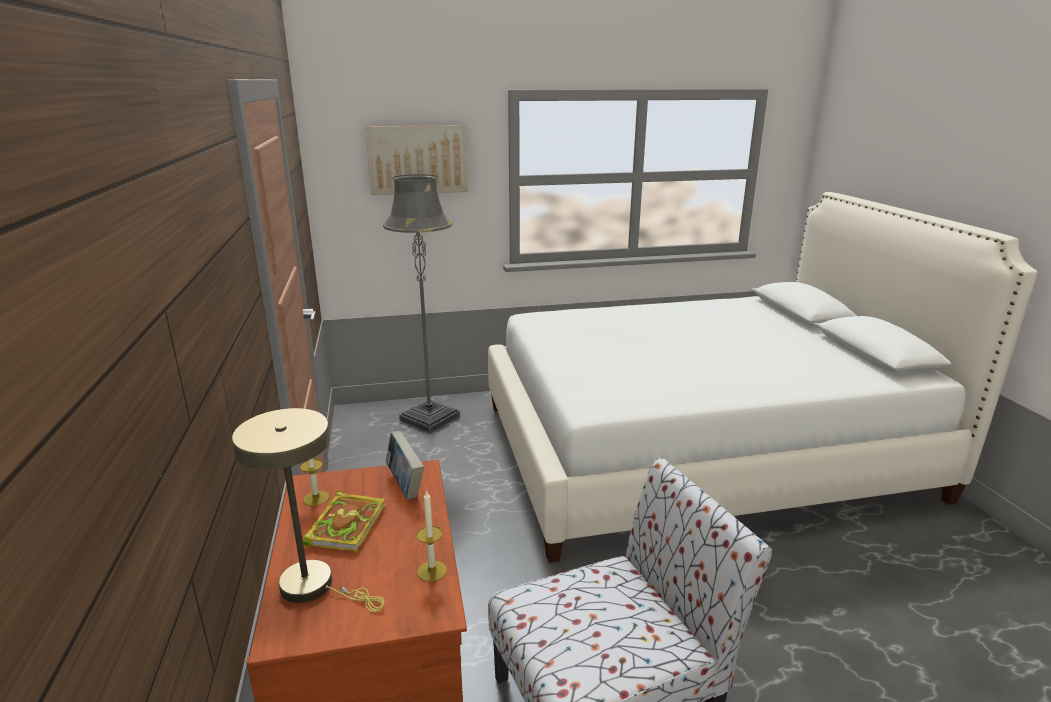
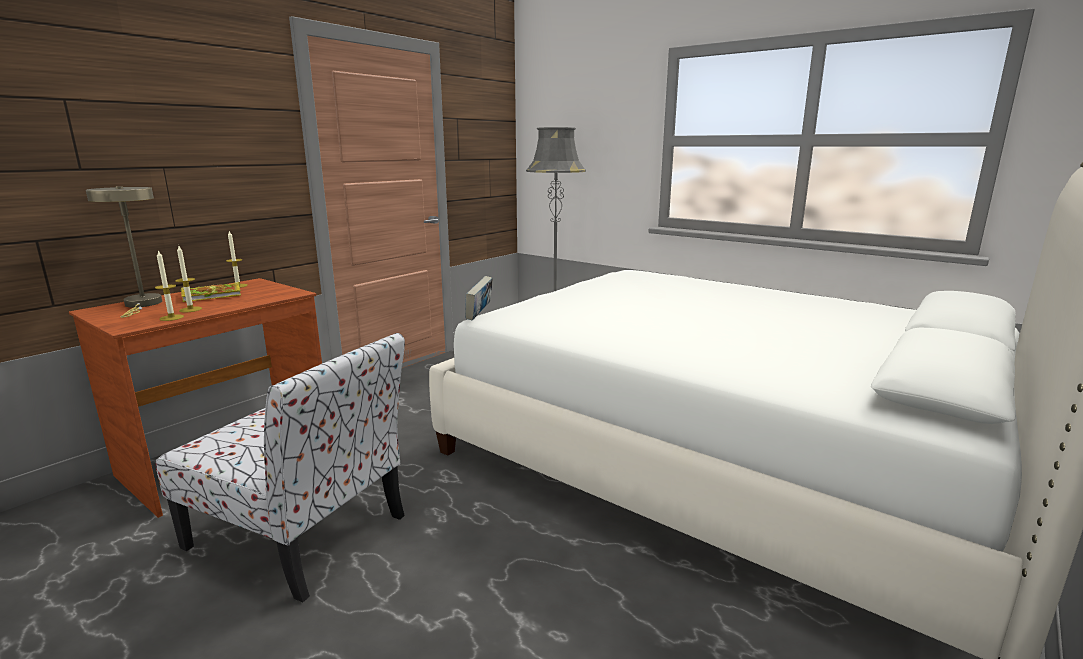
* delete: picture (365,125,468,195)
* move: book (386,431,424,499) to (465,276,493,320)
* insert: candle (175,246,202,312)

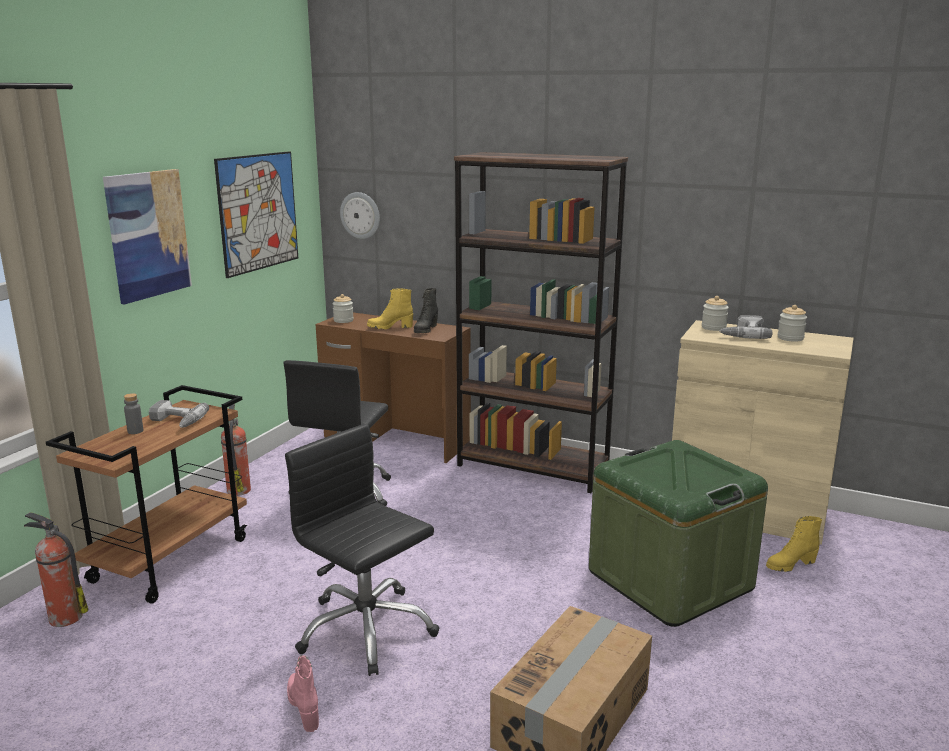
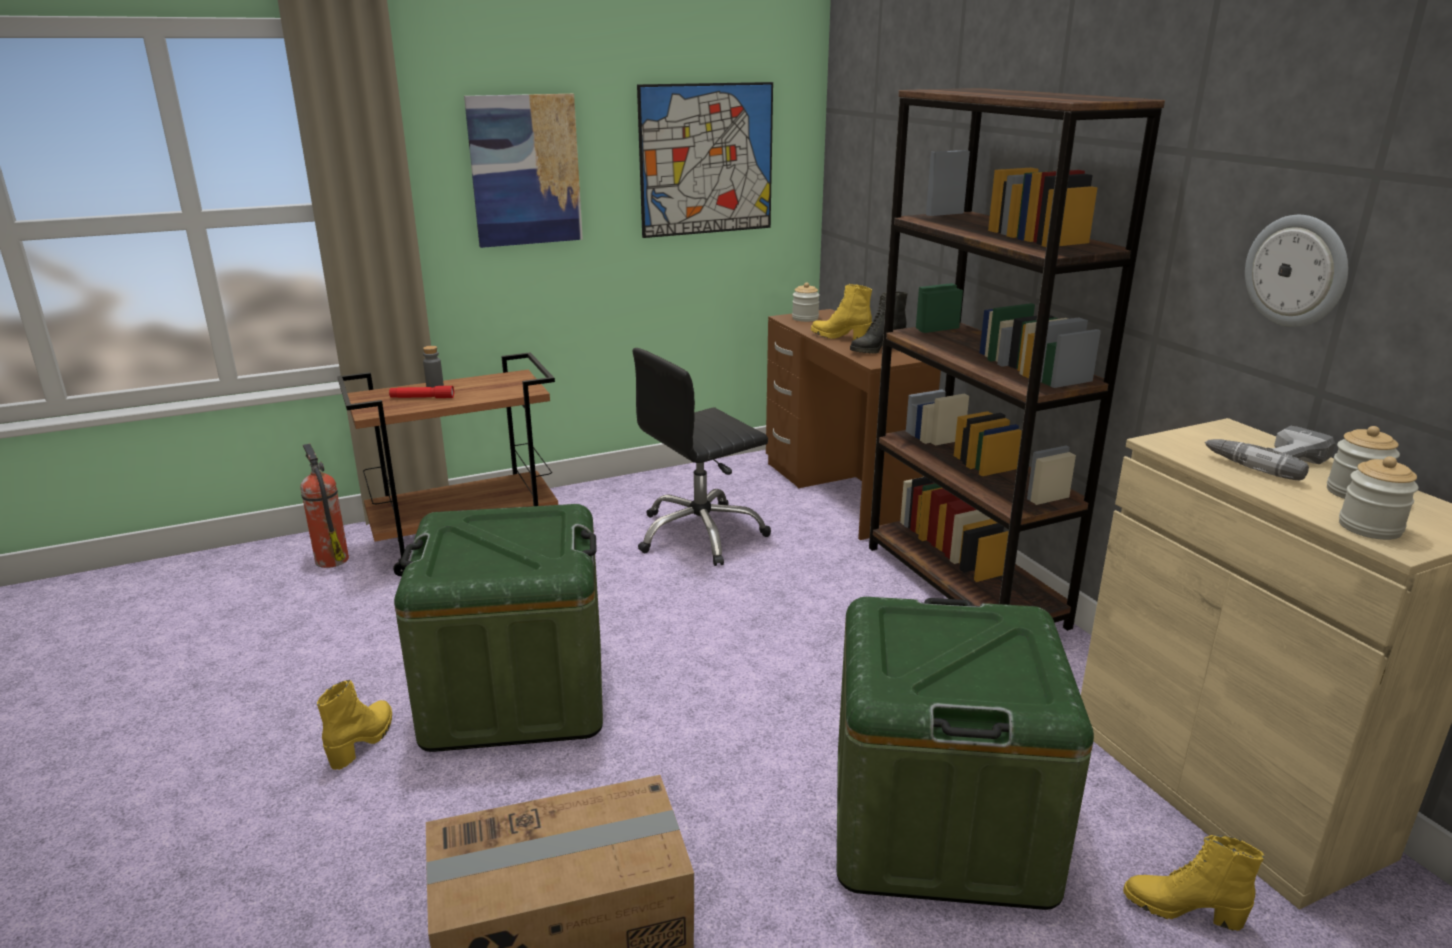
* move: wall clock (340,192,380,239) to (1245,215,1348,327)
* move: jar (702,296,729,331) to (1339,456,1419,540)
* delete: power drill (149,400,209,428)
* delete: fire extinguisher (221,404,251,496)
* replace: office chair (black) (285,424,439,676) to storage box (green) (394,504,603,752)
* recolor: boot (pink) (287,655,319,732) to boot (yellow) (317,680,392,770)
* insert: flashlight (red) (389,386,454,398)

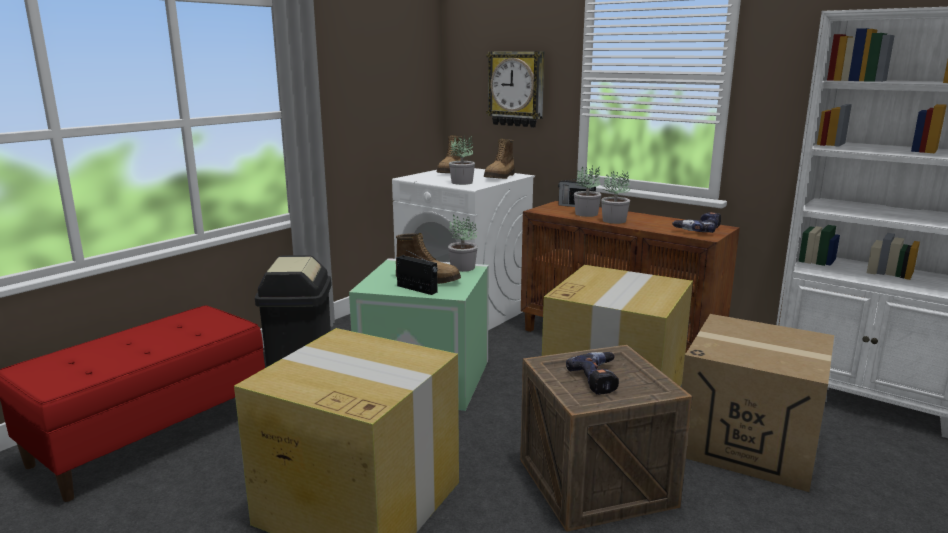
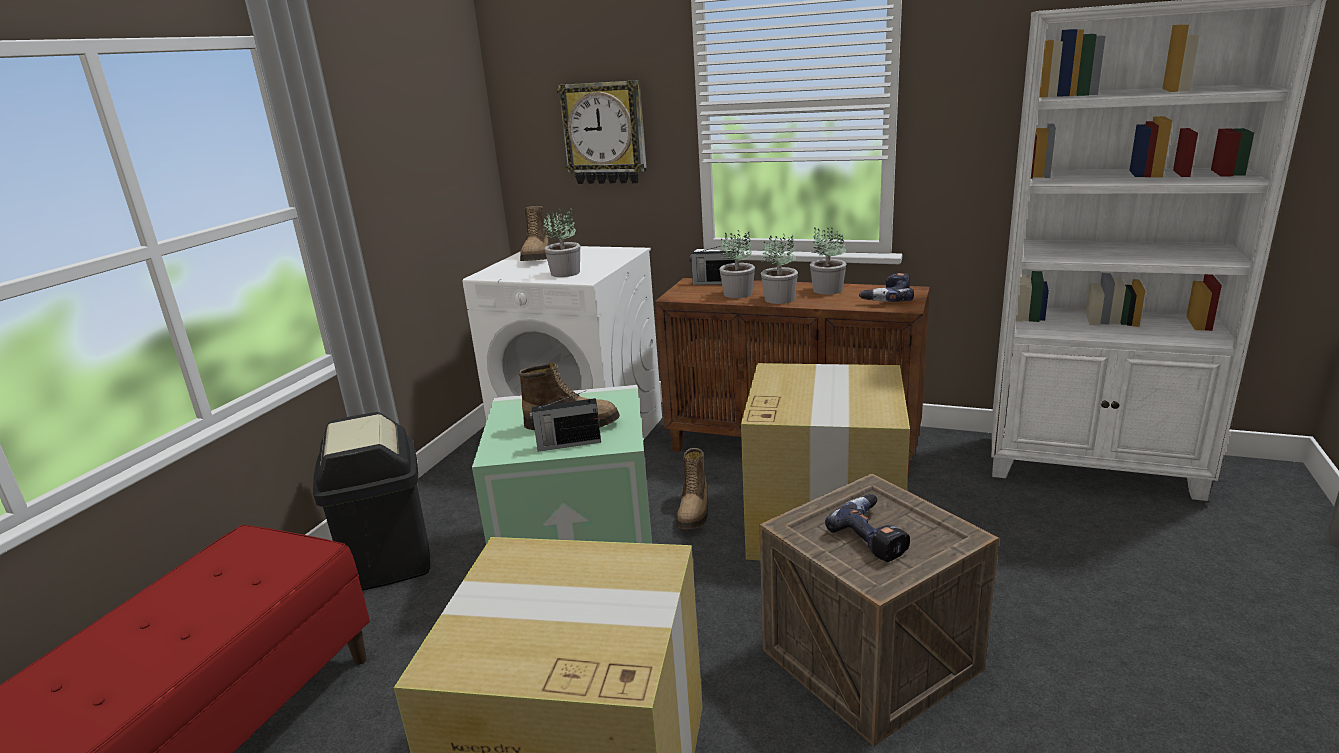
* move: boot (484,139,515,179) to (676,448,708,529)
* move: potted plant (448,215,478,272) to (810,227,846,295)
* rotate: radio (396,249,438,295) = (530,391,601,451) 150 degrees clockwise
* delete: cardboard box (682,314,834,492)

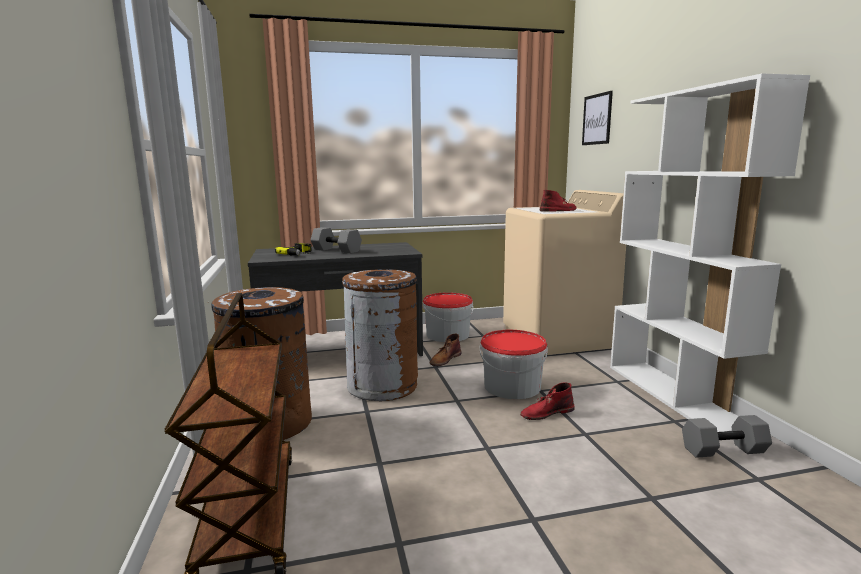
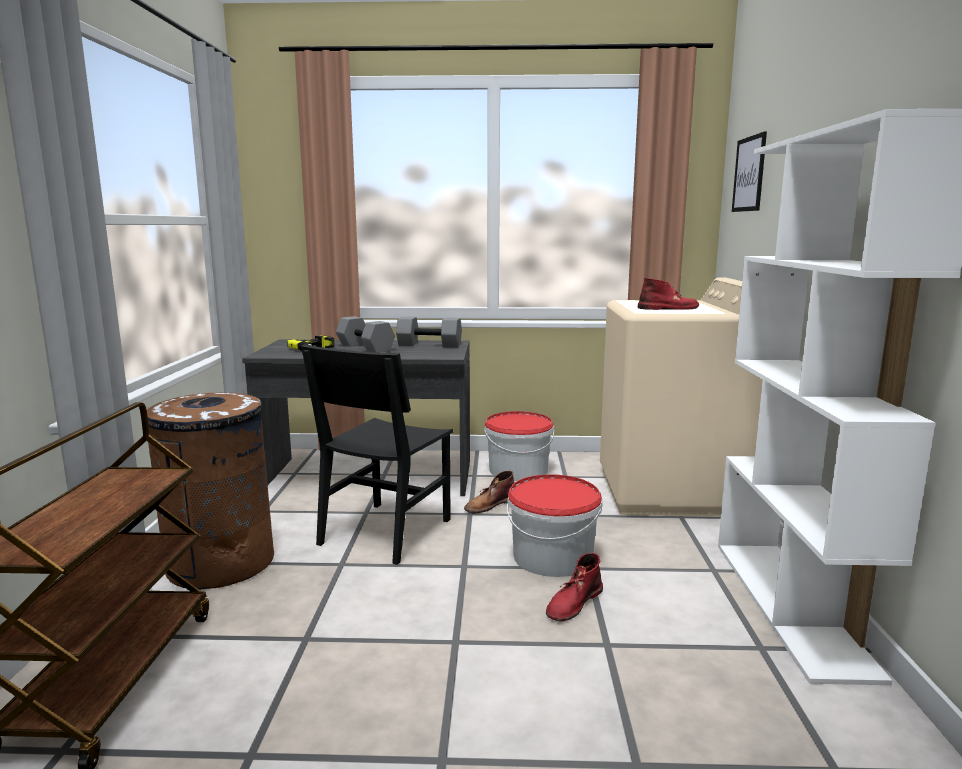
* replace: trash can (brown) (342,269,418,401) to chair (black) (300,344,453,565)
* rotate: boot (red) (520,382,574,420) = (546,553,603,622) 45 degrees counterclockwise
* move: dumbbell (grey) (682,415,772,458) to (396,316,462,347)

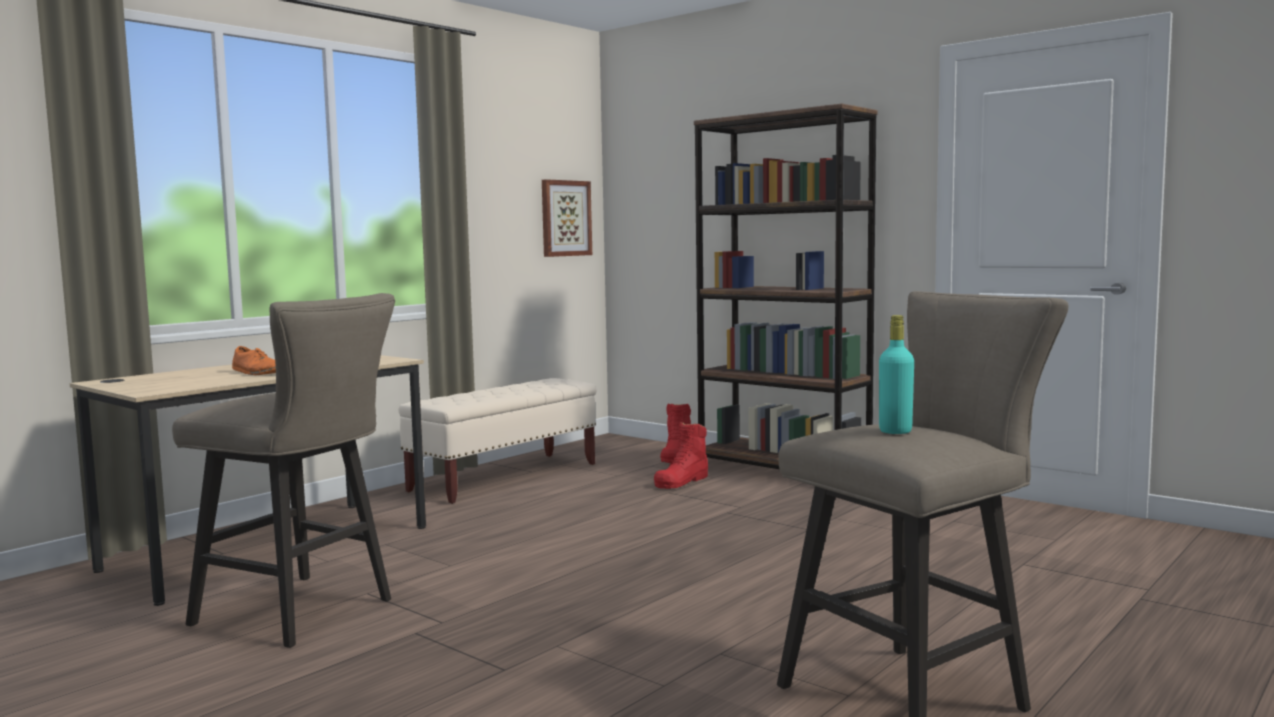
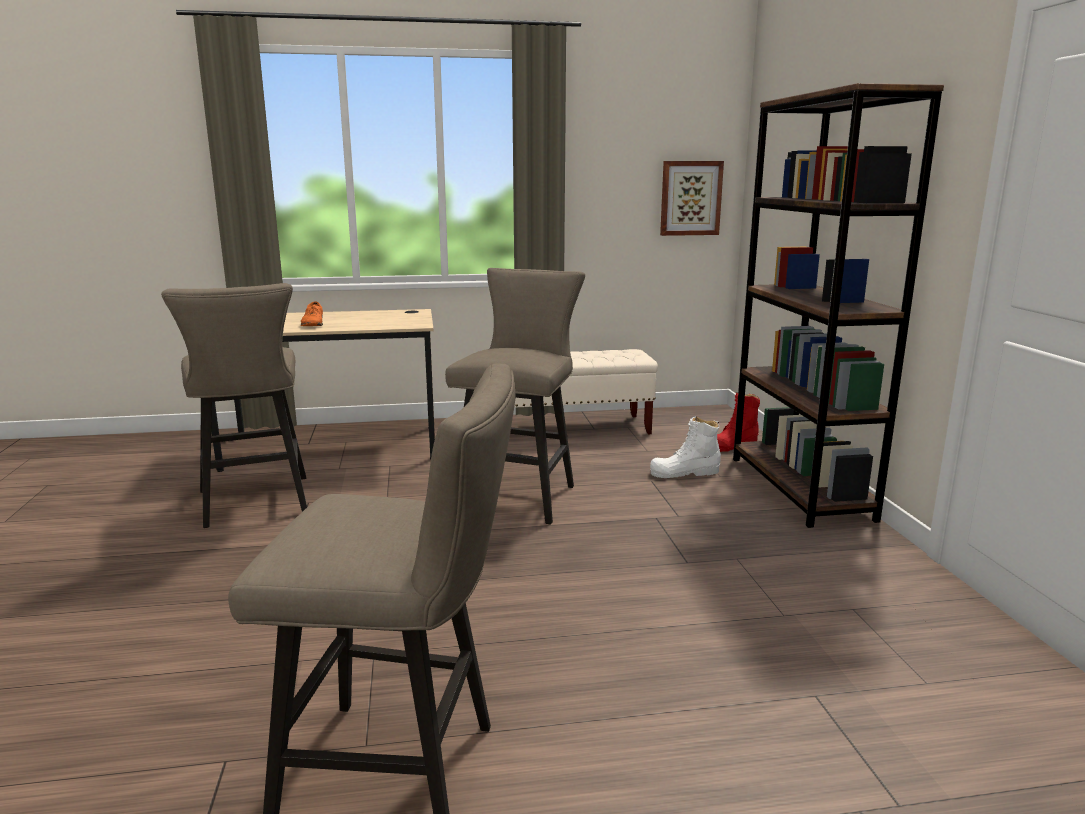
* delete: bottle (turquoise) (879,315,914,434)
* recolor: boot (red) (654,422,708,489) to boot (white) (650,416,721,478)
* insert: stool (beige) (445,268,585,524)

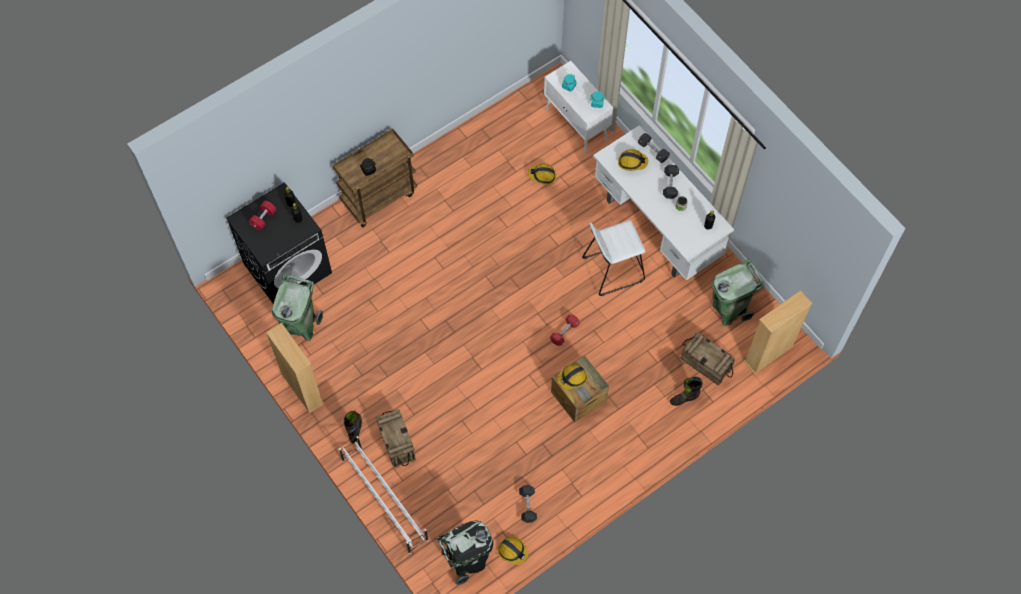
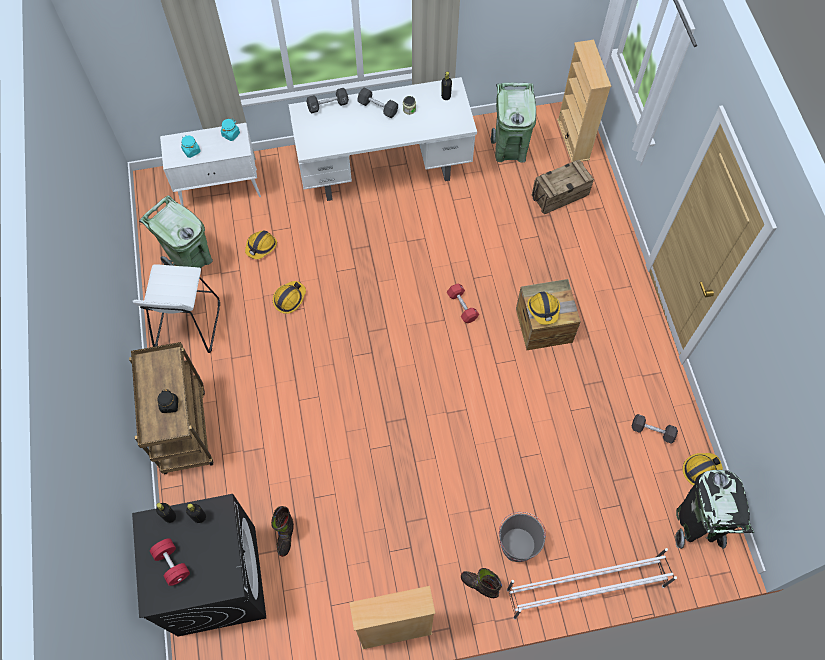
* move: hard hat (618,149,648,171) to (273,281,306,314)
* move: stool (white) (582,220,646,296) to (132,264,220,353)
* move: trash can (green) (272,275,323,341) to (139,195,213,268)
* move: boot (black) (670,376,703,406) to (271,506,294,557)
* replace: crate (375,409,416,468) to bucket (grey) (499,512,546,562)

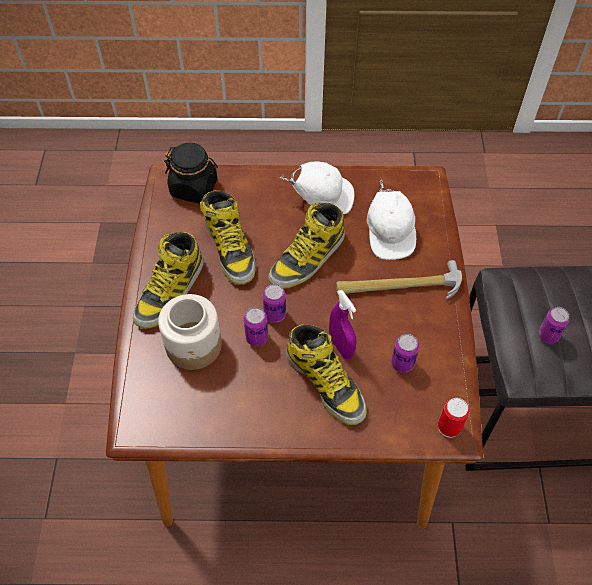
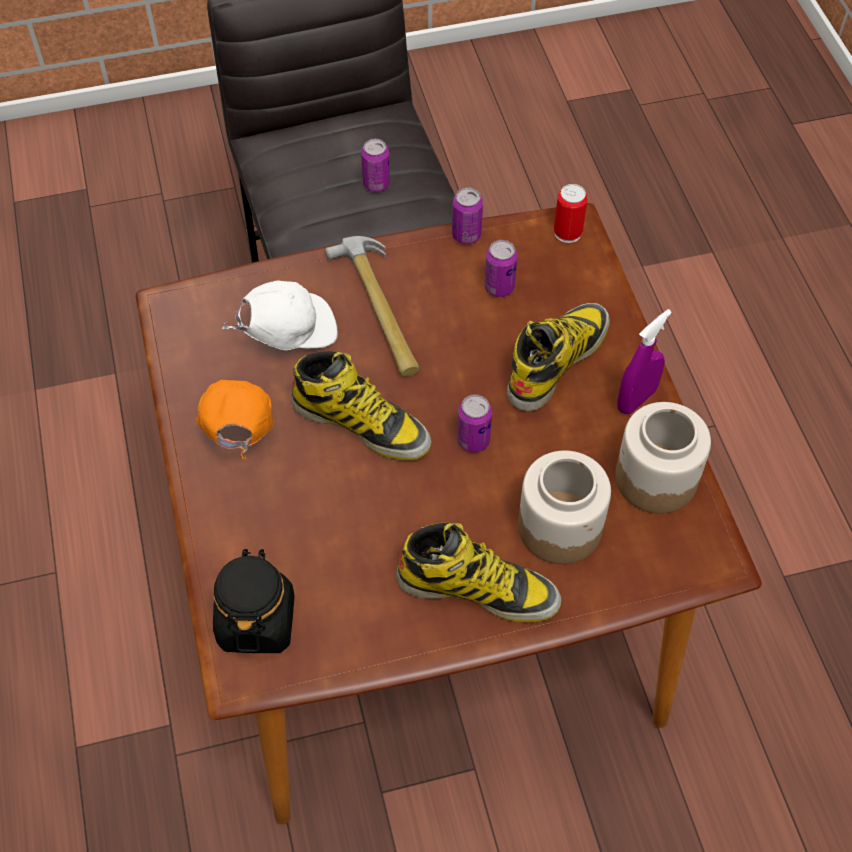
* recolor: cap (white) (280,161,354,214) to cap (orange) (196,380,274,459)
* delete: boot (200,191,255,285)
* move: spray bottle (purple) (329,290,357,359) to (617,309,672,414)
* move: can (244,307,268,346) to (452,187,483,244)
* insert: jar (615,402,711,514)

